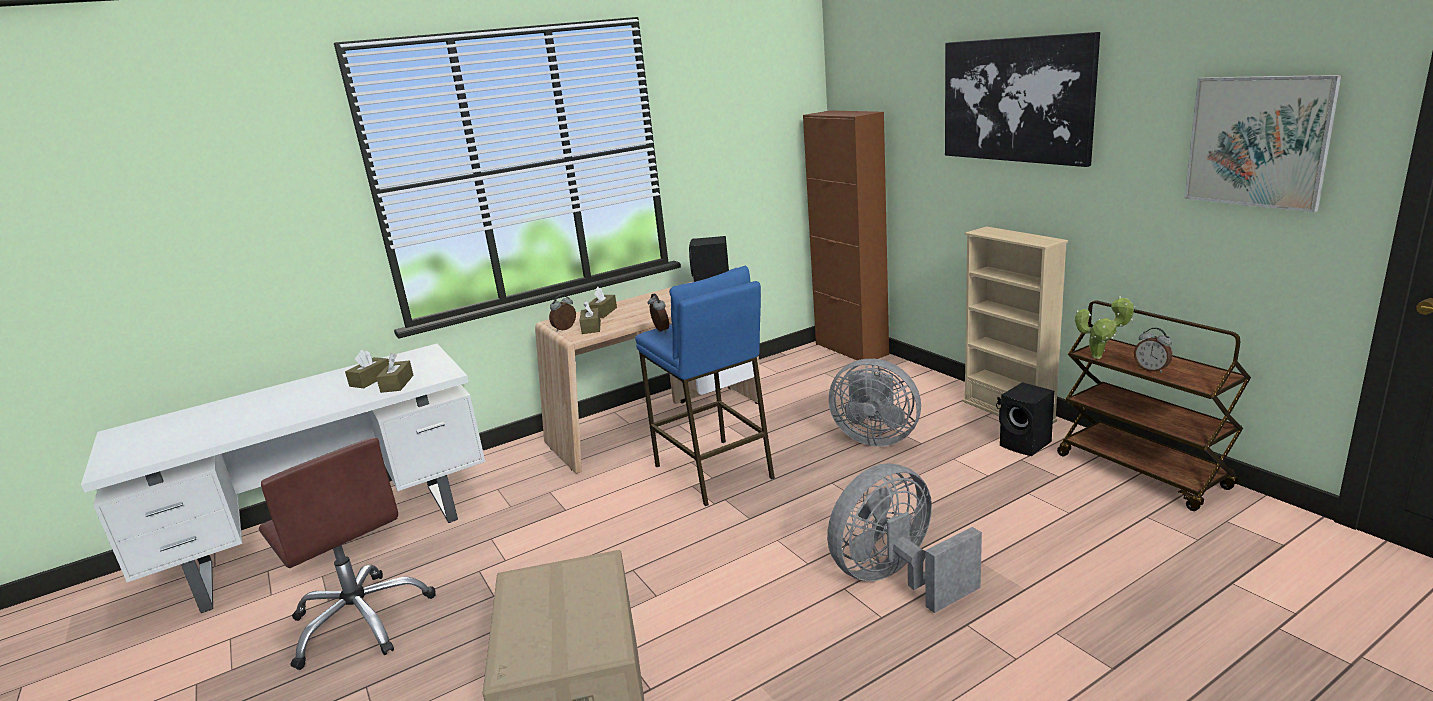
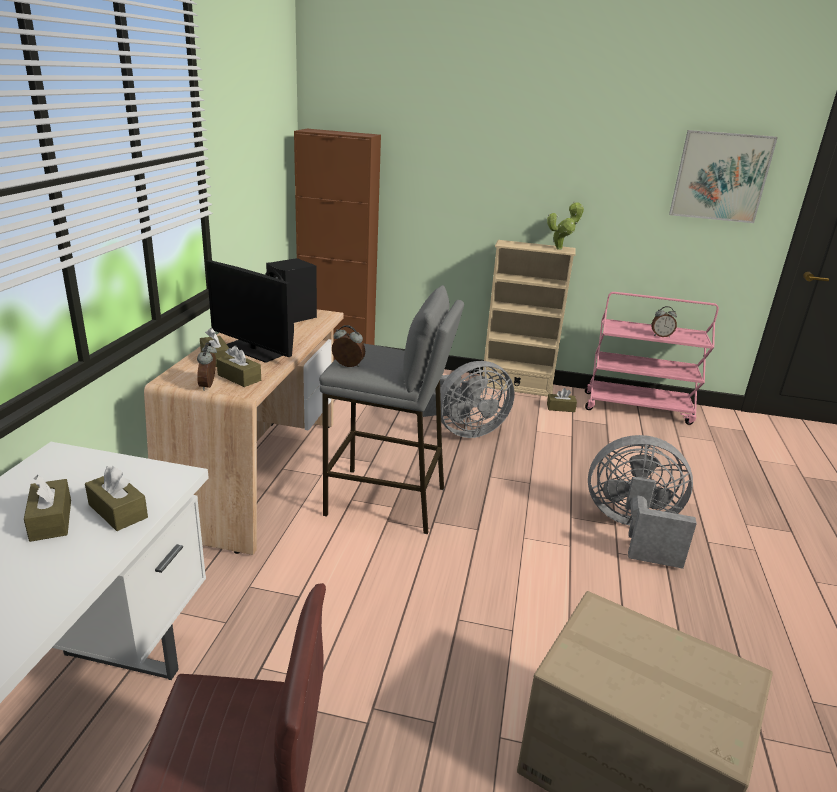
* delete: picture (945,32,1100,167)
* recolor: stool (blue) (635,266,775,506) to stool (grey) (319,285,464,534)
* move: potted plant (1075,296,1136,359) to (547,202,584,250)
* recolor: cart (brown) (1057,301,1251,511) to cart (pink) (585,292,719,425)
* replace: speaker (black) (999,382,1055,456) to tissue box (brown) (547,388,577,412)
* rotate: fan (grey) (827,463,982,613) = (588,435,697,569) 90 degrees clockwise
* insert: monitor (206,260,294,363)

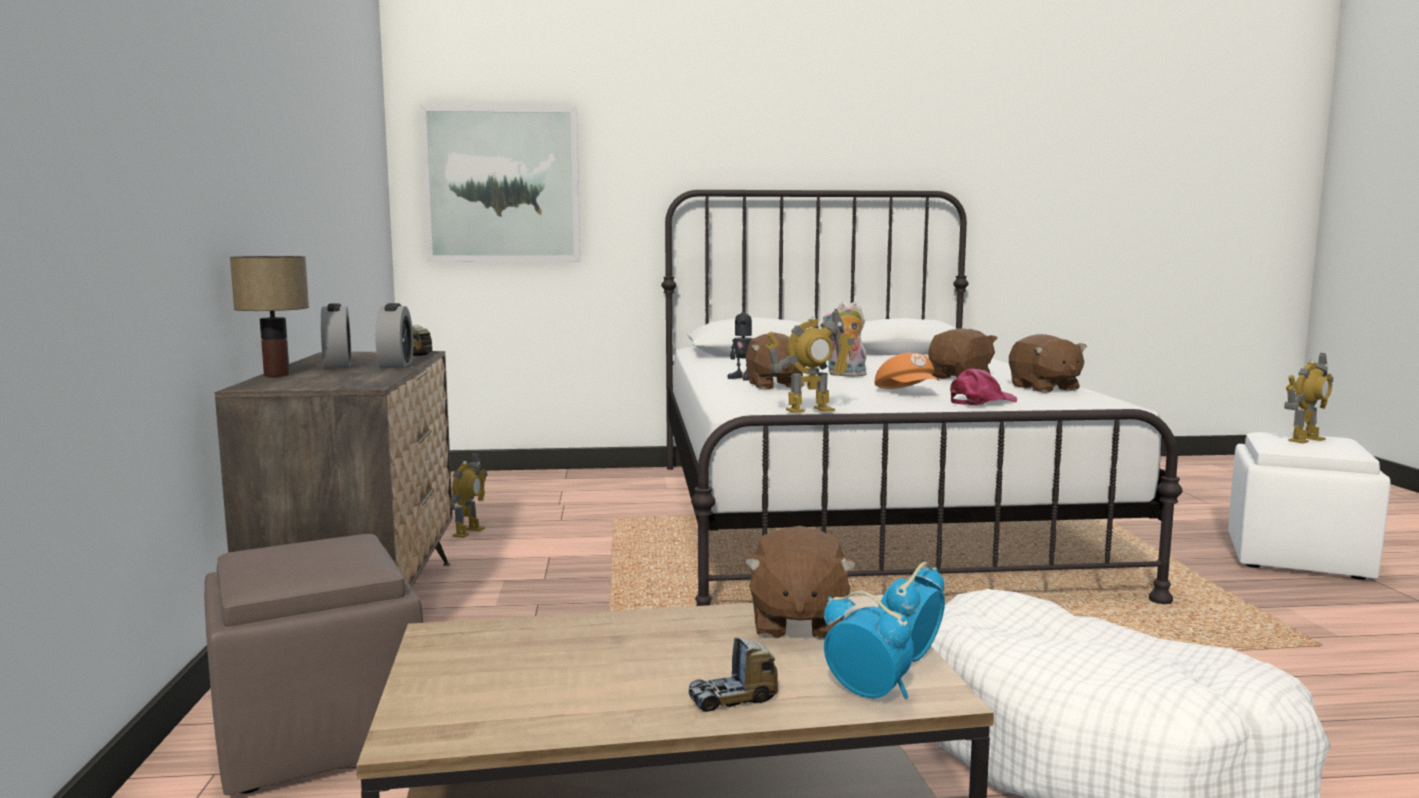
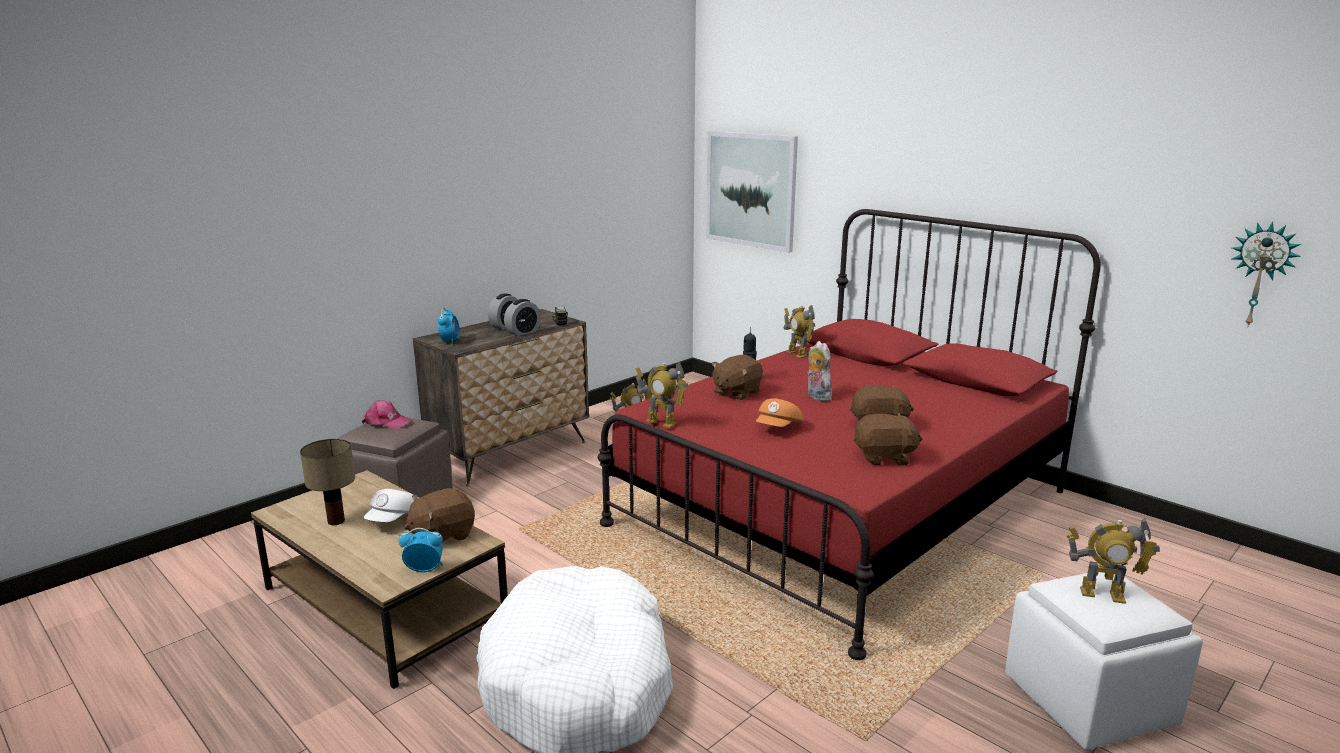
* recolor: bed (white) (661,190,1183,606) to bed (red) (597,209,1101,660)
* move: table lamp (230,256,309,377) to (300,439,355,525)
* rotate: plush toy (brown) (1009,334,1087,393) = (854,413,922,465) 120 degrees counterclockwise
* move: cap (pink) (950,368,1017,406) to (362,400,412,429)
* move: alarm clock (824,591,914,699) to (438,308,460,345)
* delete: toy truck (689,638,778,712)
* insert: wall clock (1232,221,1301,328)
* insert: toy robot (784,305,815,358)
* insert: cap (white) (364,489,414,522)

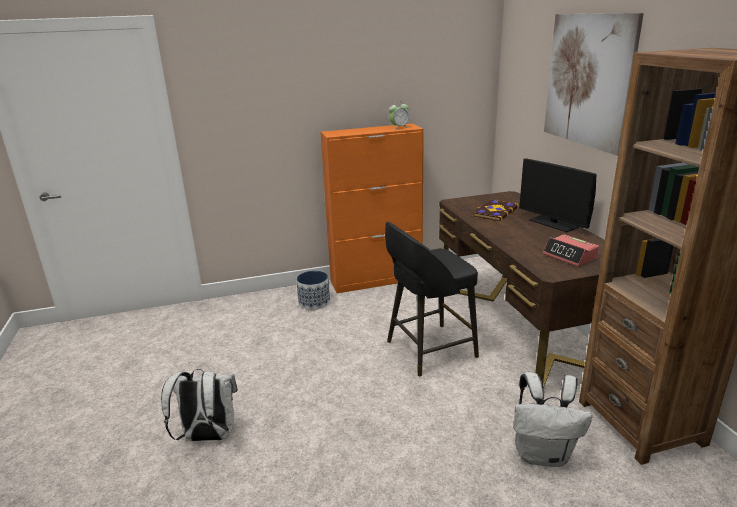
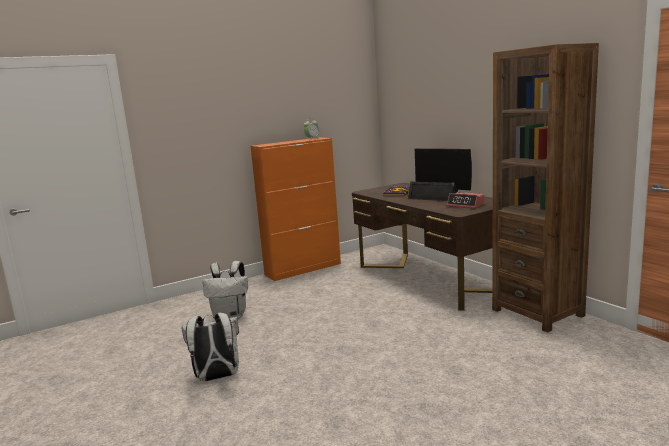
* delete: picture (544,13,644,156)
* delete: stool (black) (385,222,479,376)
* delete: planter (296,271,330,310)
* move: backpack (white) (513,372,592,467) to (202,261,248,319)
* insert: speaker (black) (408,181,458,201)

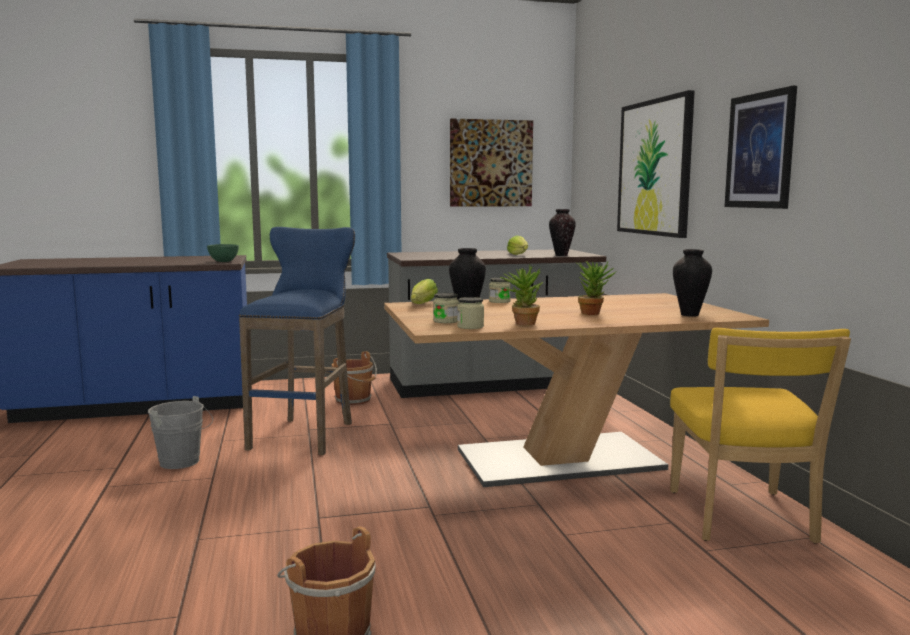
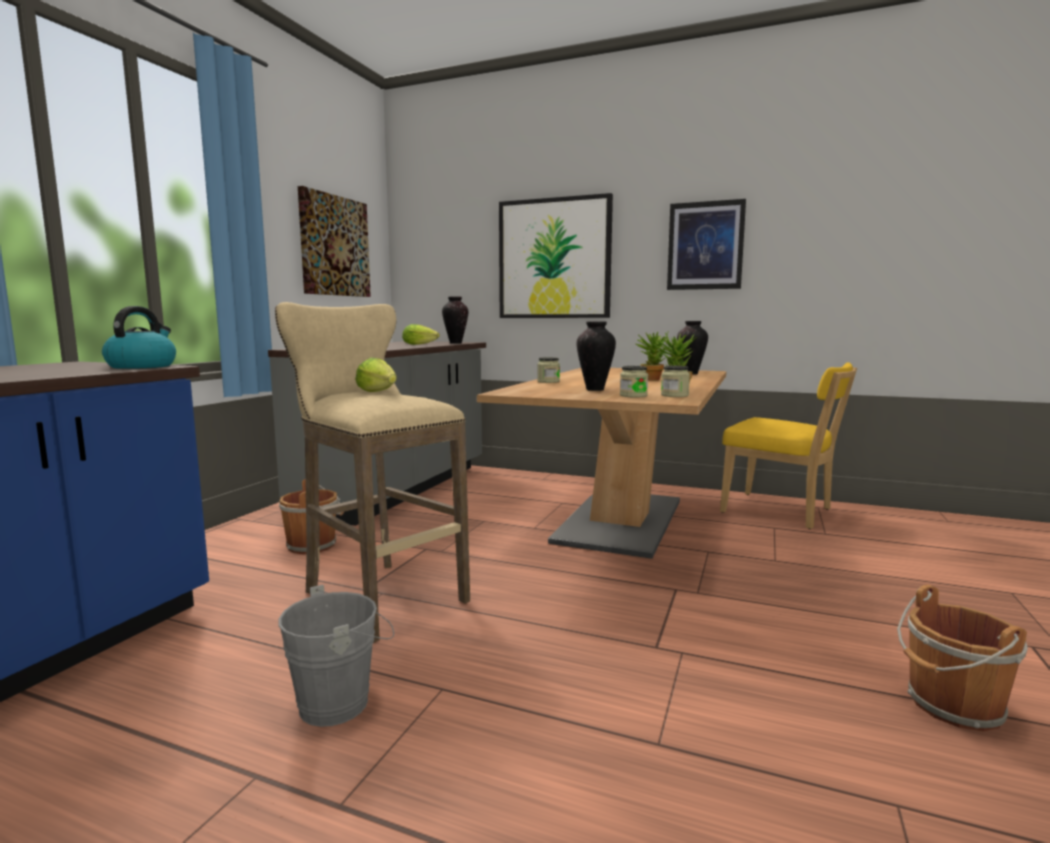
* recolor: stool (blue) (239,227,355,455) to stool (beige) (275,302,470,643)
* replace: bowl (green) (207,244,239,262) to kettle (102,306,176,369)
* move: lettuce (411,279,438,304) to (355,358,397,392)

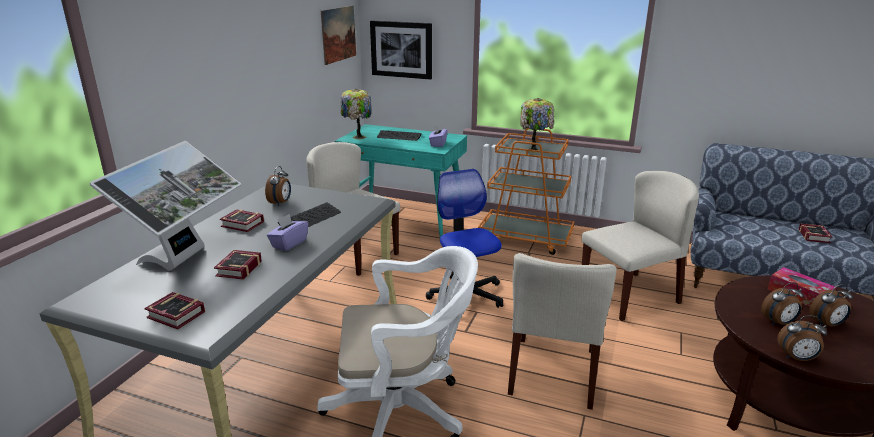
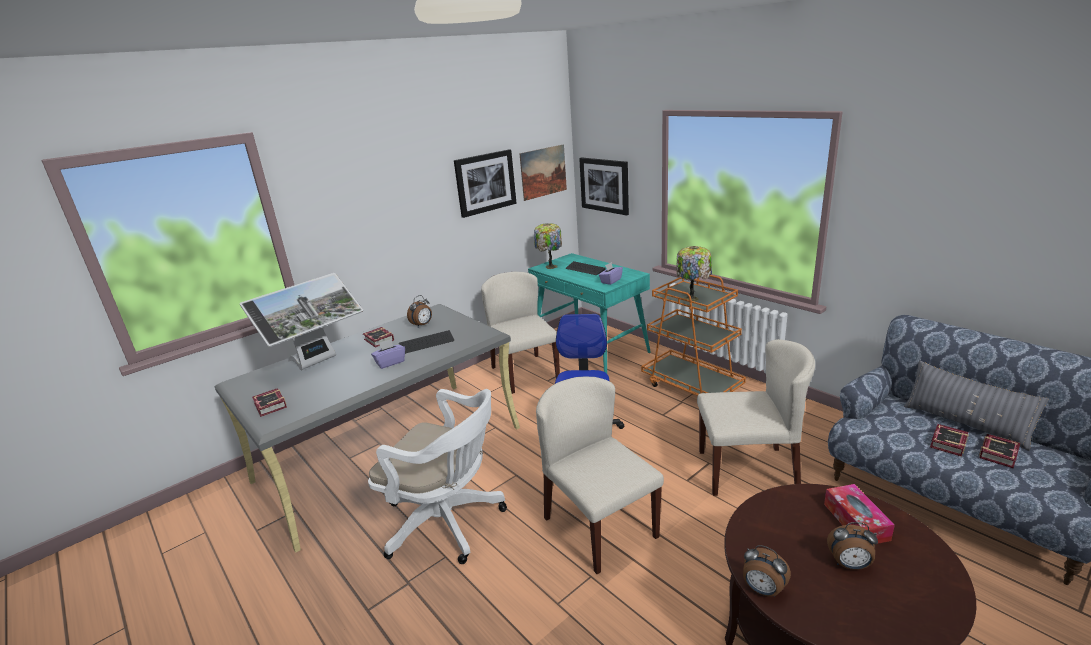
* move: book (214,250,262,280) to (930,424,969,457)
* rotate: chair (beige) (508,253,617,410) = (536,376,664,574) 105 degrees clockwise
* delete: alarm clock (761,282,804,325)
* insert: picture (454,149,517,218)
* insert: pillow (grey) (904,361,1049,451)

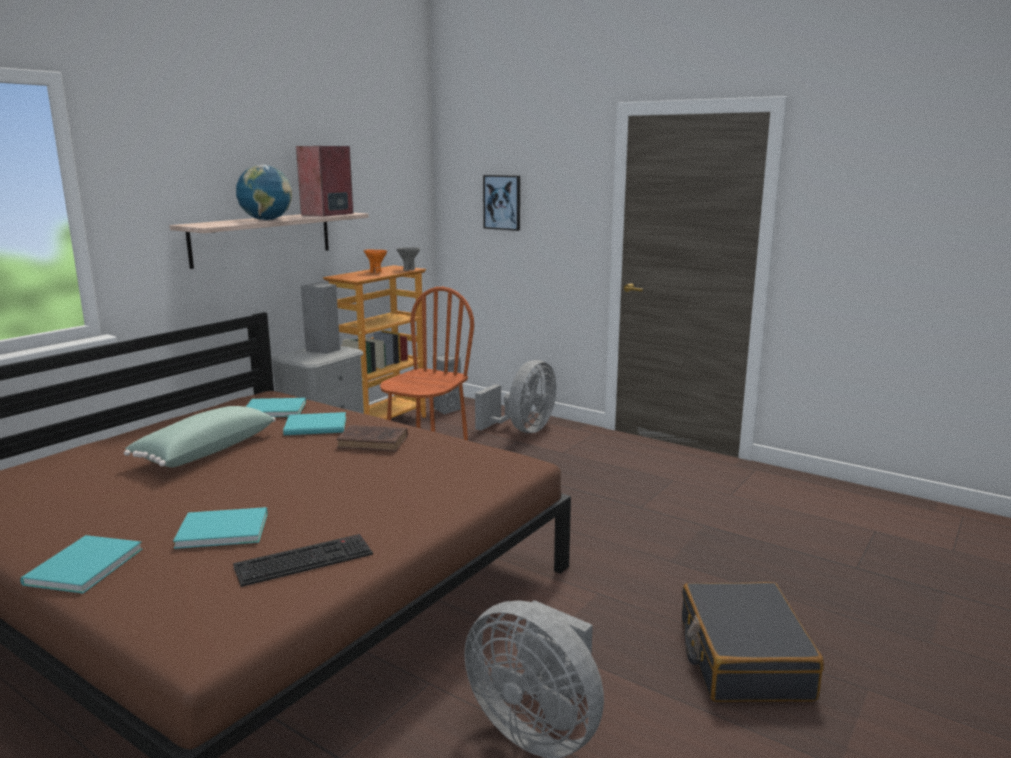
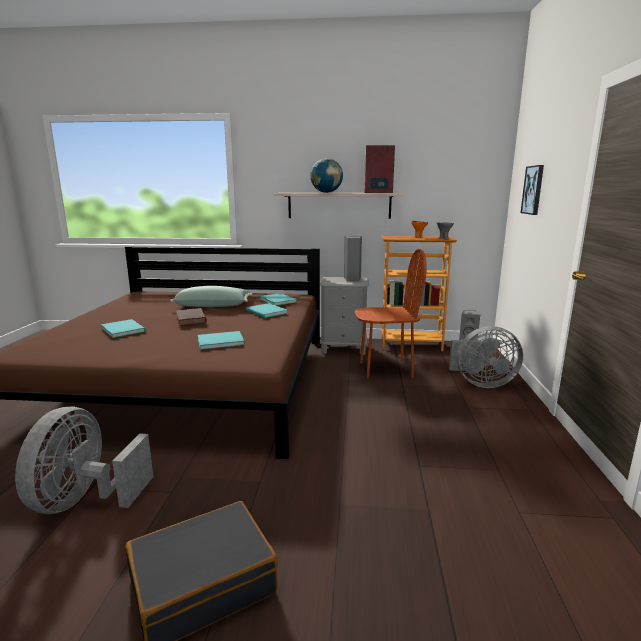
* move: book (brown) (336,425,408,452) to (176,308,207,326)
* delete: keyboard (233,534,373,587)
* move: book (turquoise) (20,535,142,593) to (198,331,245,350)

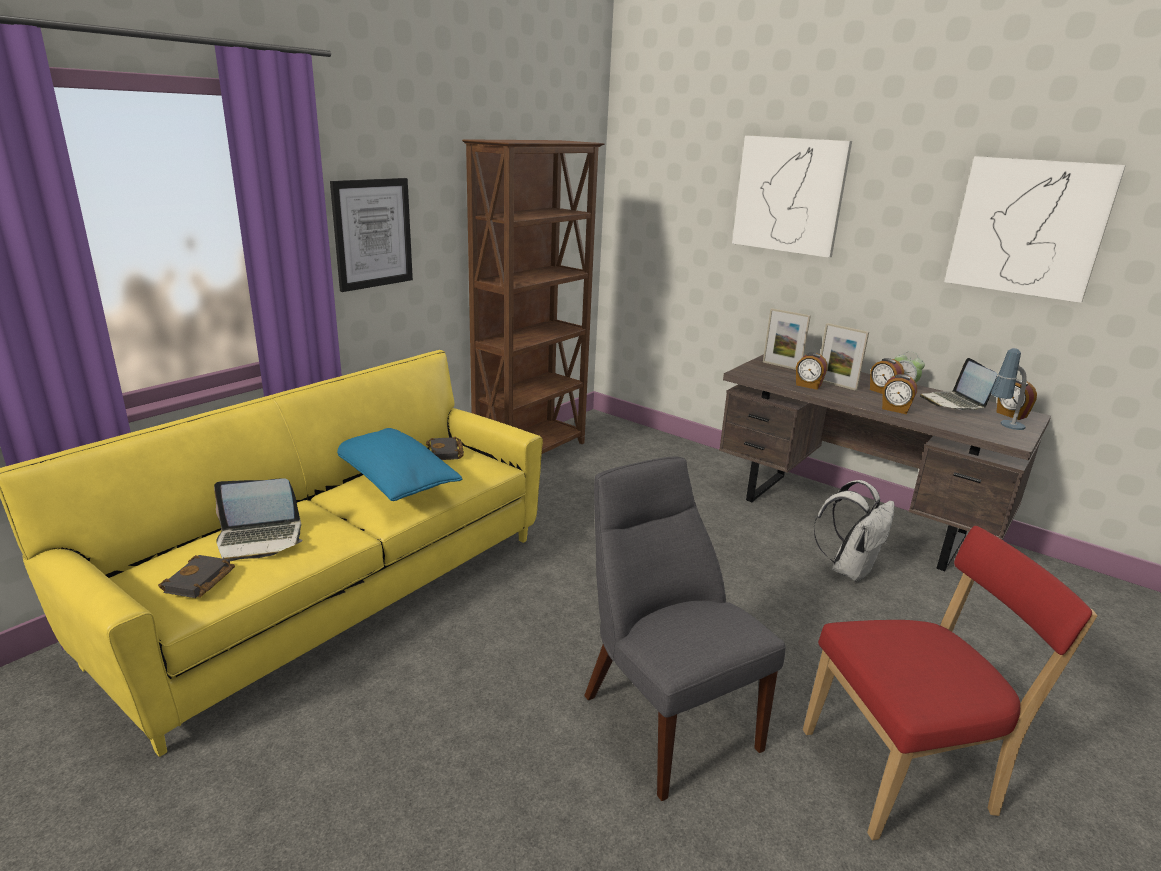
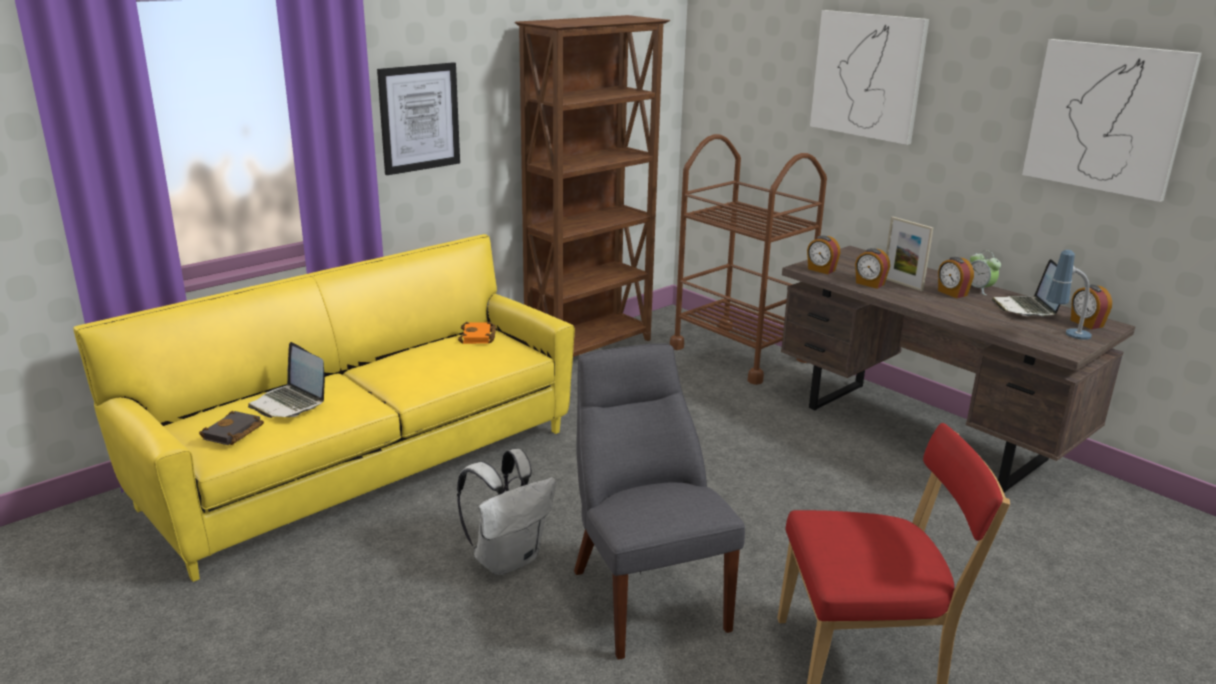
* delete: picture frame (763,308,811,370)
* move: alarm clock (882,374,917,414) to (807,236,840,274)
* delete: pillow (blue) (337,428,462,501)
* recolor: book (black) (426,437,464,460) to book (orange) (458,322,496,344)
* rotate: laptop (214,478,303,561) = (248,342,325,418) 45 degrees clockwise
* move: backpack (white) (814,480,894,582) to (457,449,556,575)
* insert: cart (brown) (670,134,827,385)

